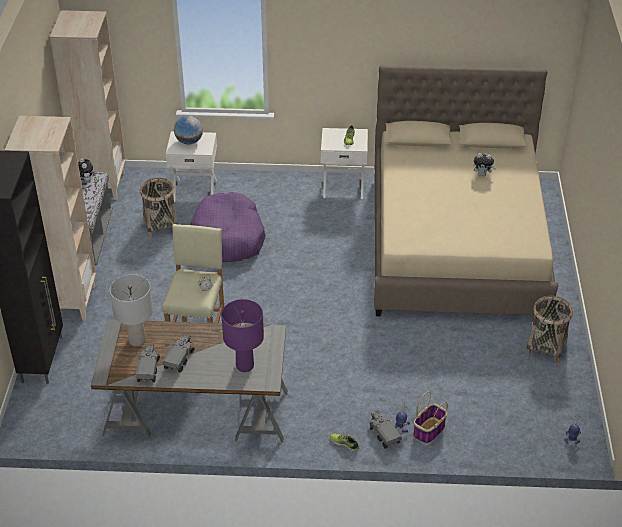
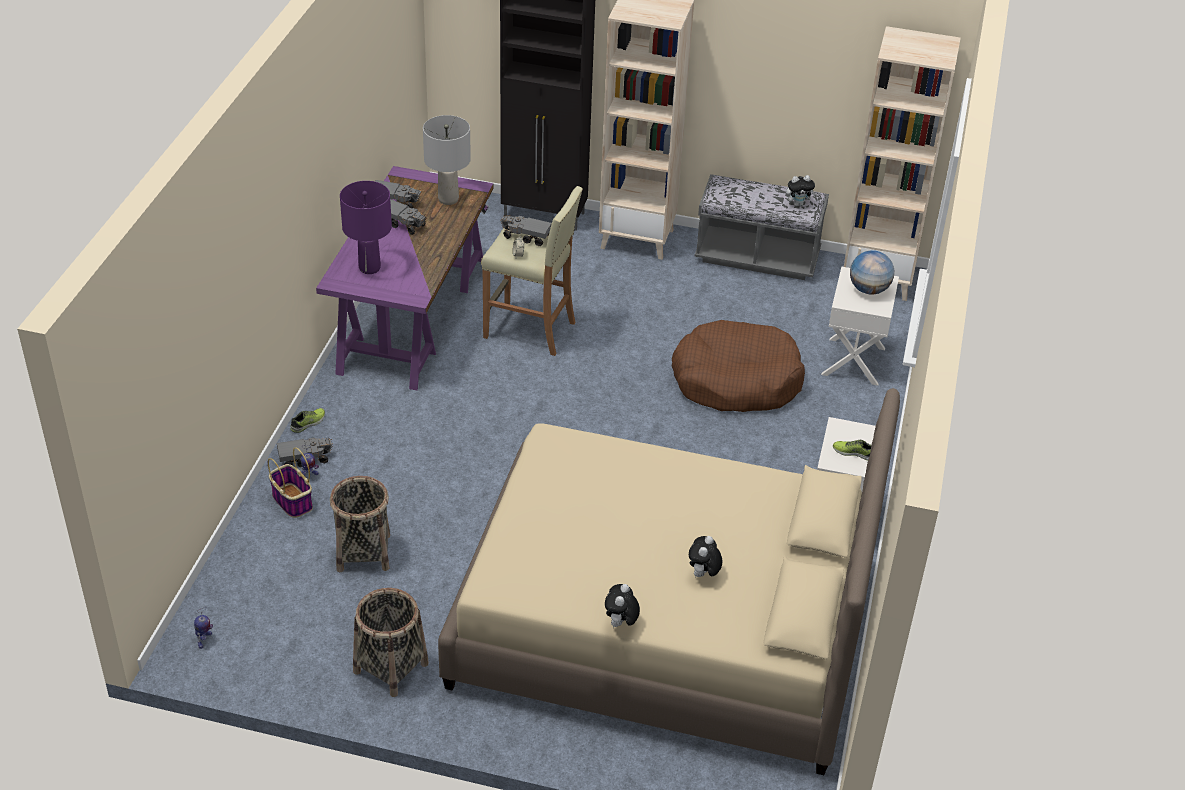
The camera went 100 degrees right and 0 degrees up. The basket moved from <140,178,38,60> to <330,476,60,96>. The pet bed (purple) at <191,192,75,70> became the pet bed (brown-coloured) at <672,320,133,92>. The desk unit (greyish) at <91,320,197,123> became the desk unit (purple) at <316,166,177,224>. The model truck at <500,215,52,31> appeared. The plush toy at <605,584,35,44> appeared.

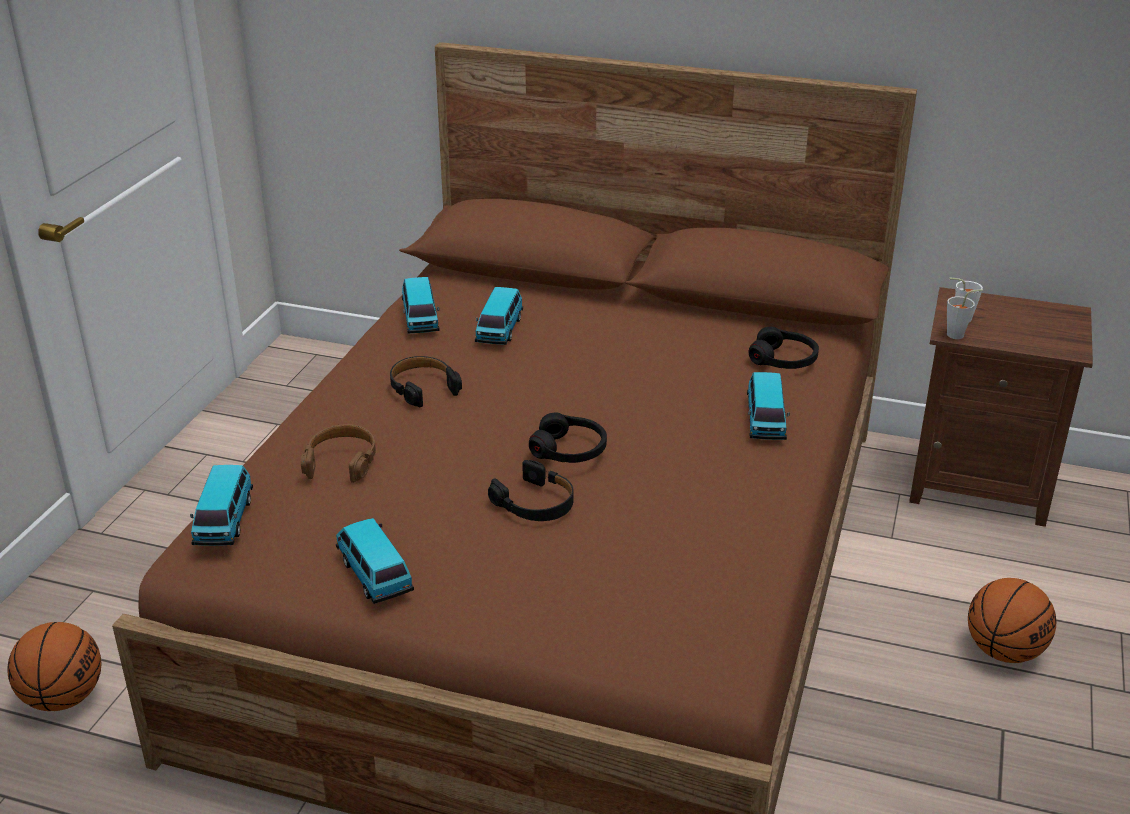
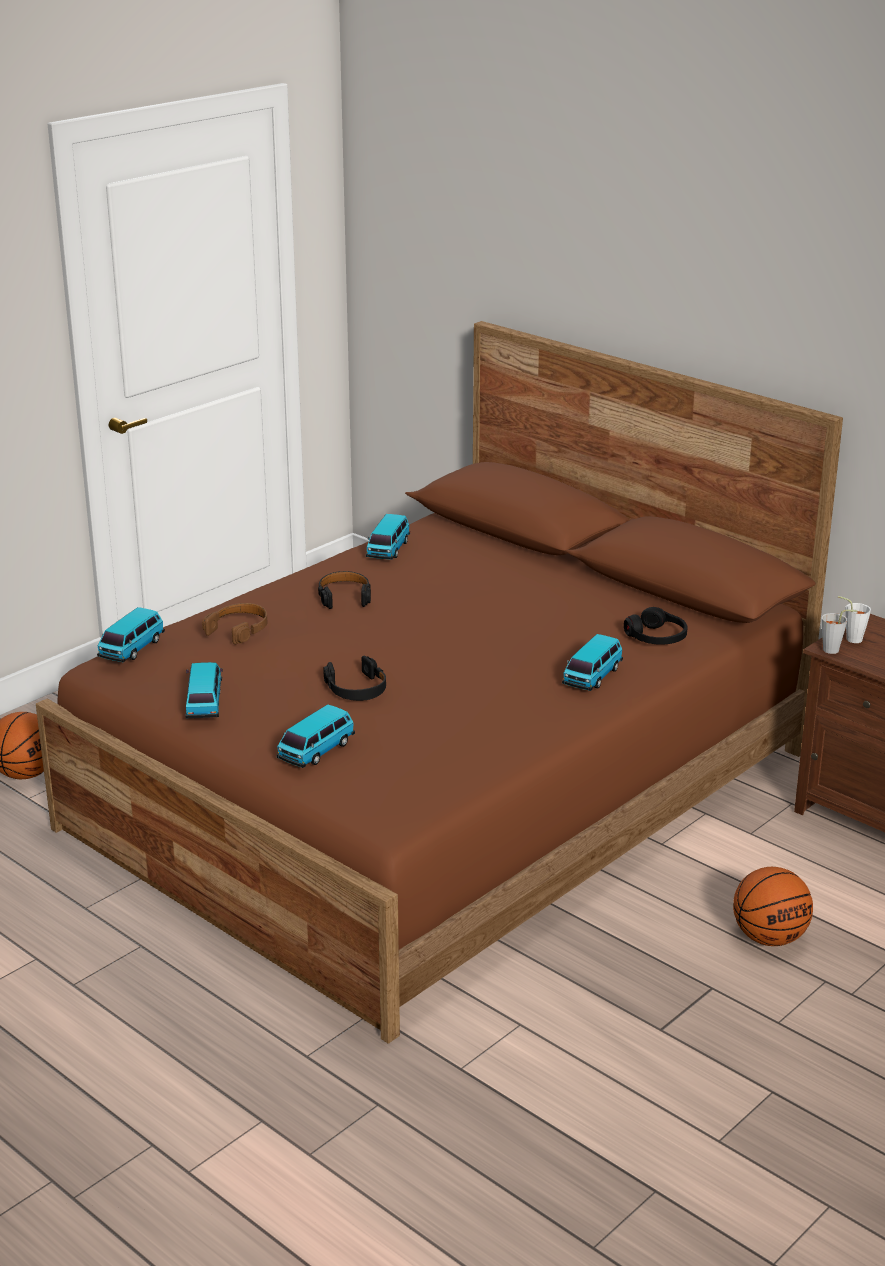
The camera went 25 degrees right and 5 degrees down. The miniature car moved from <475,287,48,58> to <276,704,79,64>. The headphones (black) at <529,413,78,50> disappeared.

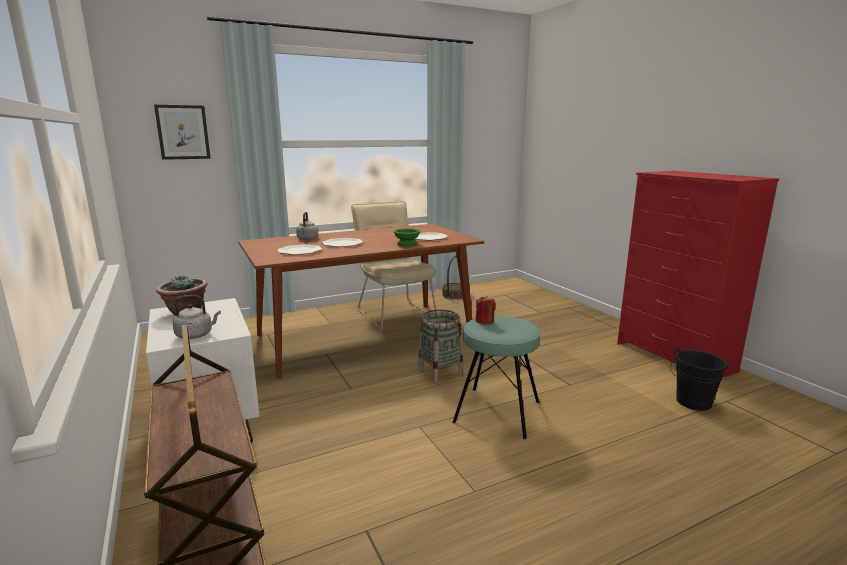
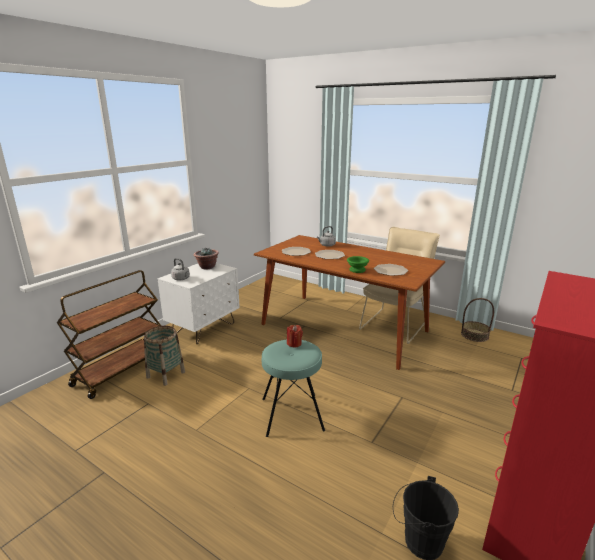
The camera went 60 degrees right and 5 degrees up. The picture at <154,105,57,55> disappeared. The basket moved from <418,310,46,73> to <144,326,41,60>.

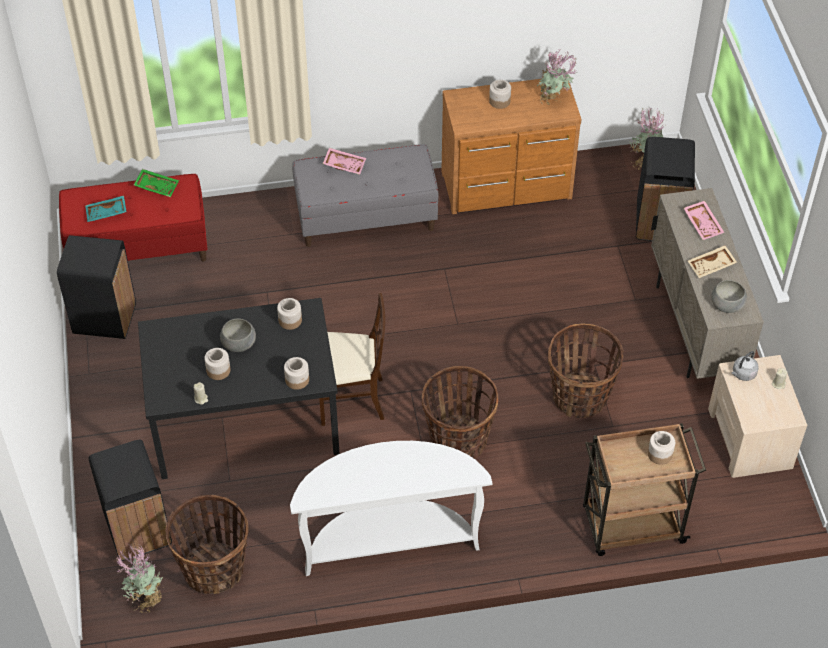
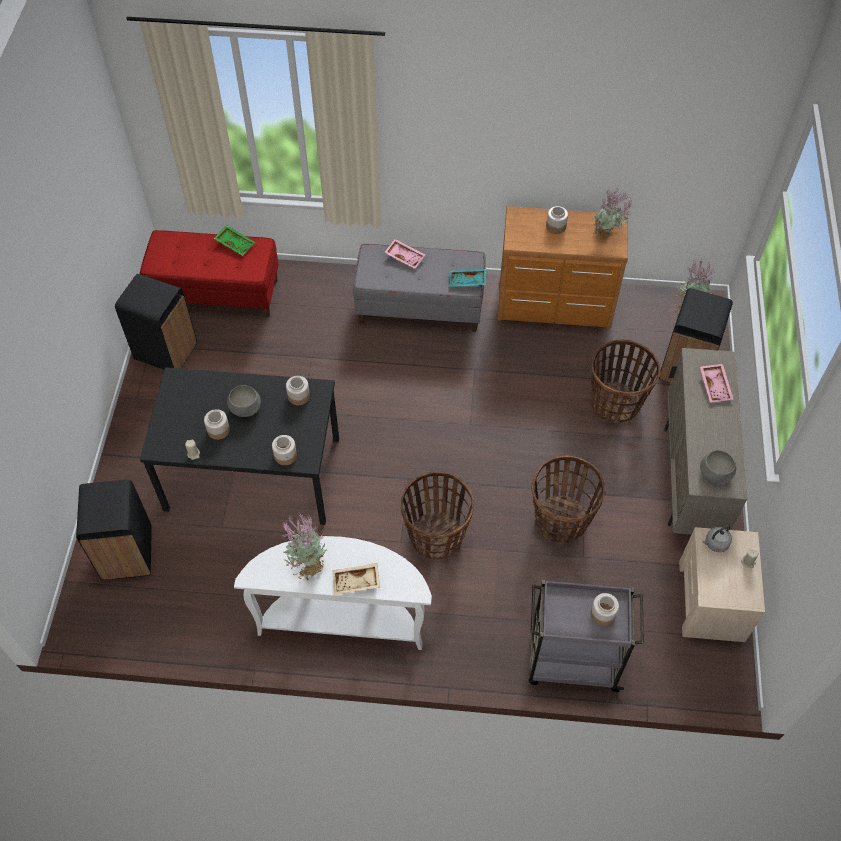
The camera went 15 degrees right and 5 degrees up. The serving tray (turquoise) moved from <85,195,42,27> to <449,269,37,18>. The serving tray (sand-coloured) moved from <688,245,49,33> to <333,563,47,32>. The chair (sand-coloured) at <319,293,66,133> disappeared. The trolley (brown-coloured) at <583,423,123,133> became the trolley (greyish) at <529,580,115,112>. The basket moved from <165,495,83,99> to <591,339,70,84>. The plant in a pot moved from <116,544,47,69> to <282,511,46,70>.

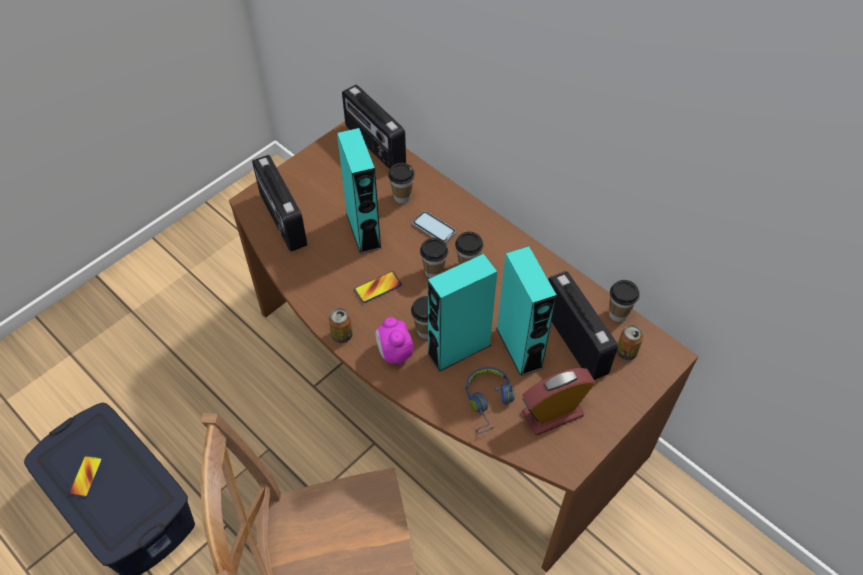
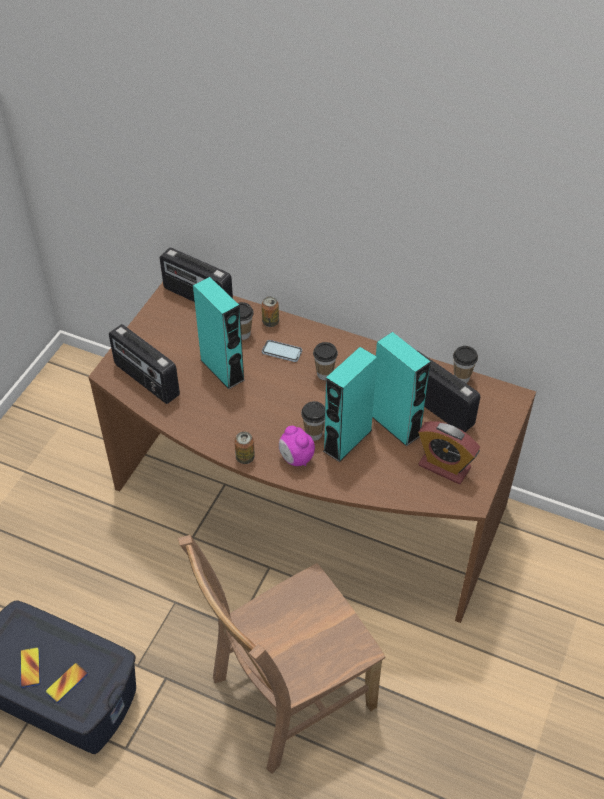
The camera went 20 degrees left and 5 degrees down. The small cup at <420,238,28,41> disappeared. The telephone moved from <354,271,48,32> to <45,662,43,41>. The metal can moved from <617,325,26,35> to <261,296,18,31>. The headphones (blue) at <466,367,49,67> disappeared. The bedside clock at <522,368,73,67> turned 105 degrees counterclockwise.

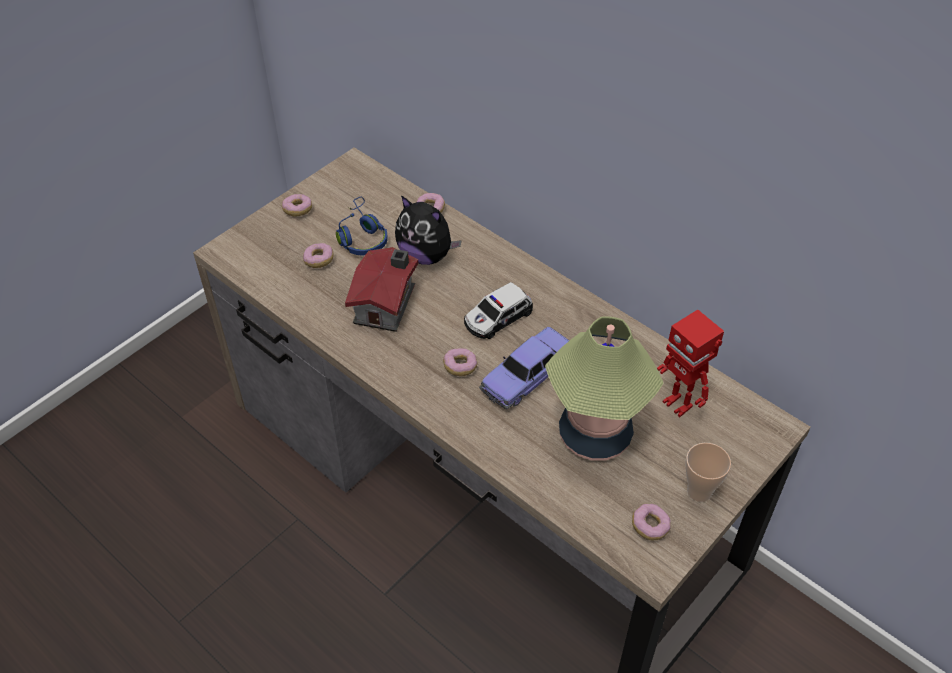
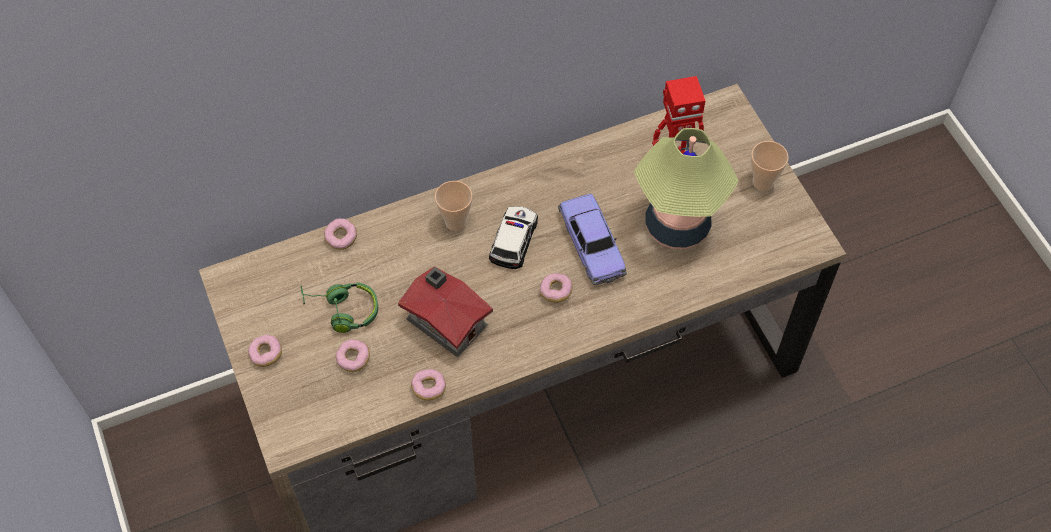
The camera went 65 degrees left and 10 degrees up. The plush toy at <395,196,67,69> disappeared. The headphones (blue) at <336,197,52,58> became the headphones (green) at <300,282,78,51>. The miniature car at <464,282,69,57> turned 150 degrees counterclockwise. The doughnut moved from <632,504,39,36> to <411,369,35,32>. The small cup at <435,181,37,50> appeared.

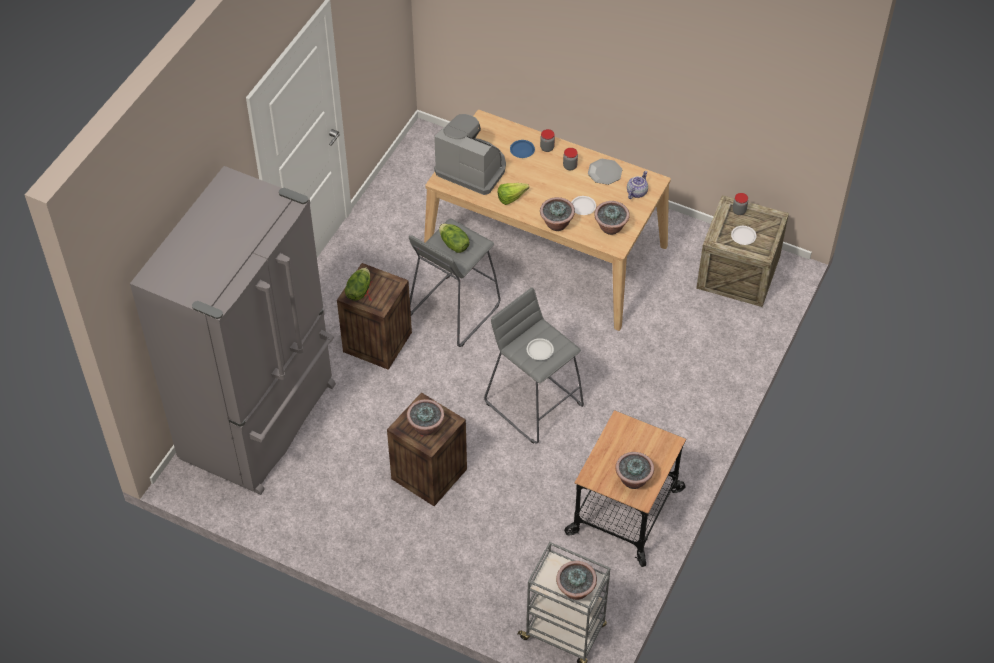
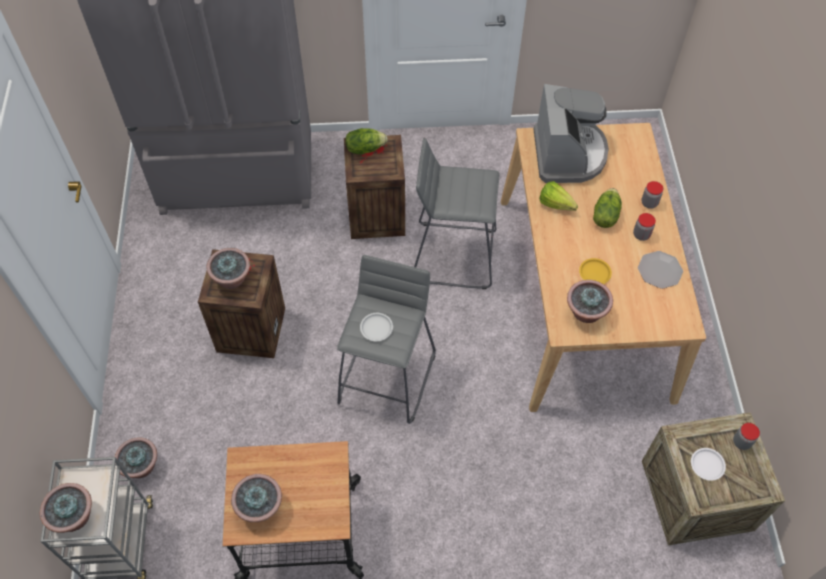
The camera went 60 degrees right and 5 degrees up. The plate (blue) at <510,140,25,18> disappeared. The tea pot at <627,171,21,28> disappeared. The plate (whitish) at <571,196,25,19> became the plate (yellow-coloured) at <579,258,33,26>. The plant in a pot moved from <540,197,35,34> to <114,437,43,41>. The lettuce moved from <439,224,31,29> to <593,188,29,40>.

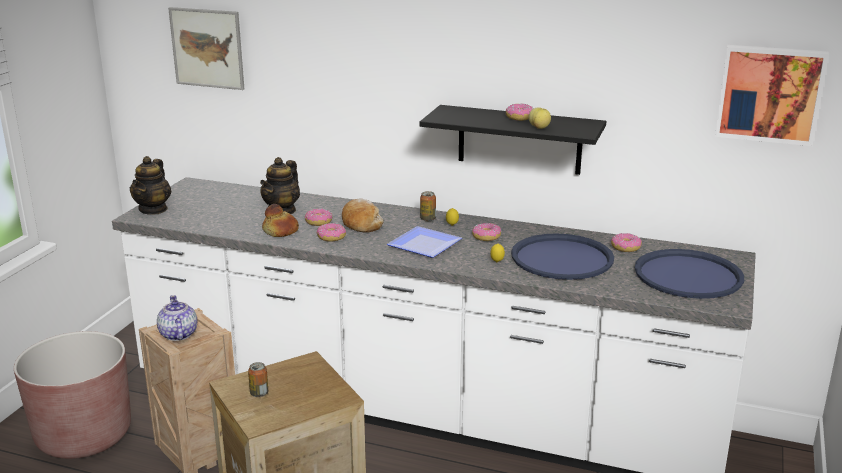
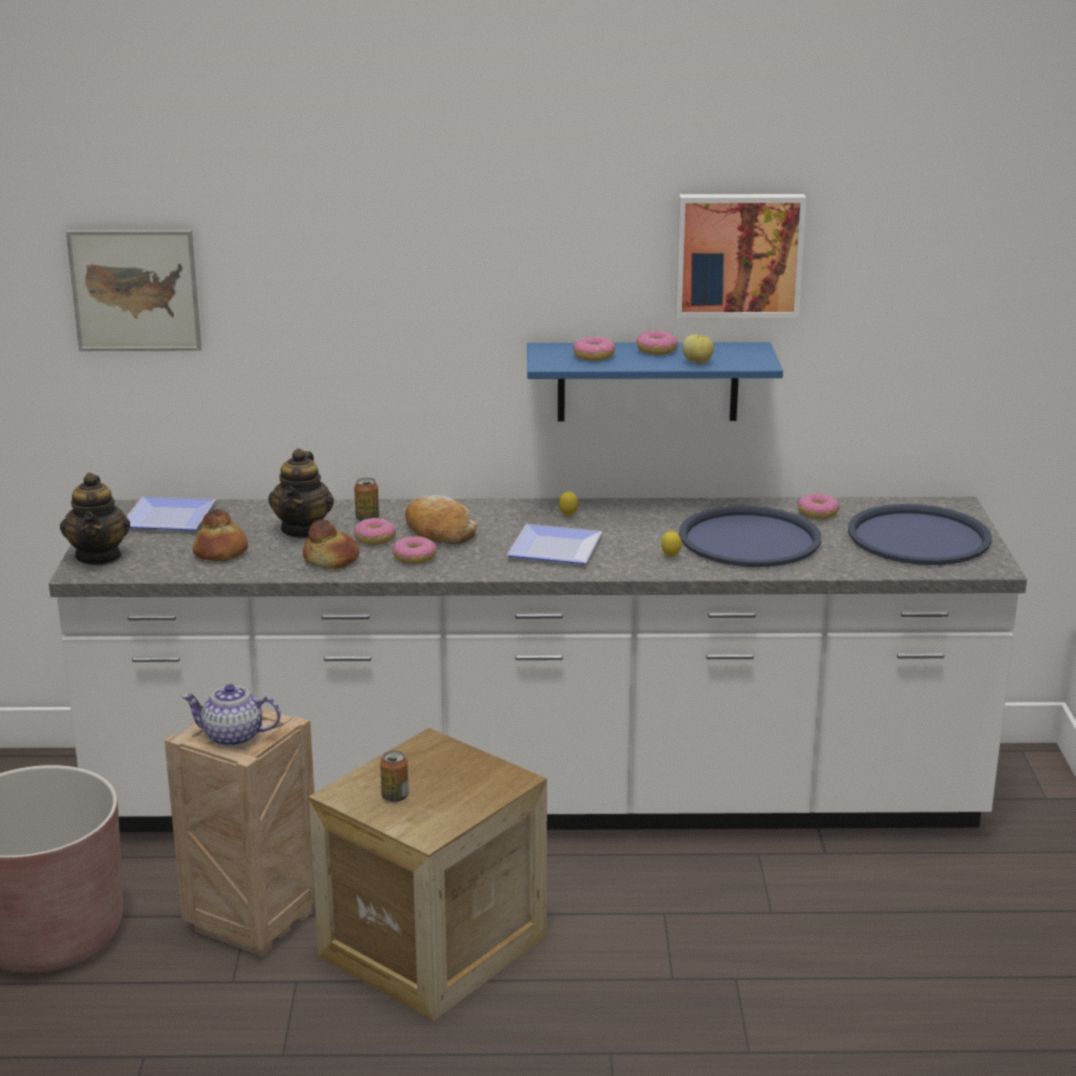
The camera went 20 degrees left and 0 degrees up. The picture moved from <715,45,114,101> to <675,194,131,124>. The shelf (black) at <420,105,187,70> became the shelf (blue) at <527,342,256,80>. The metal can moved from <420,191,16,30> to <354,478,25,43>. The doughnut moved from <472,223,29,18> to <573,336,42,25>. The tea pot at <157,295,40,46> turned 45 degrees counterclockwise. The plate at <127,496,88,34> appeared. The bakery bread at <193,509,55,52> appeared.

